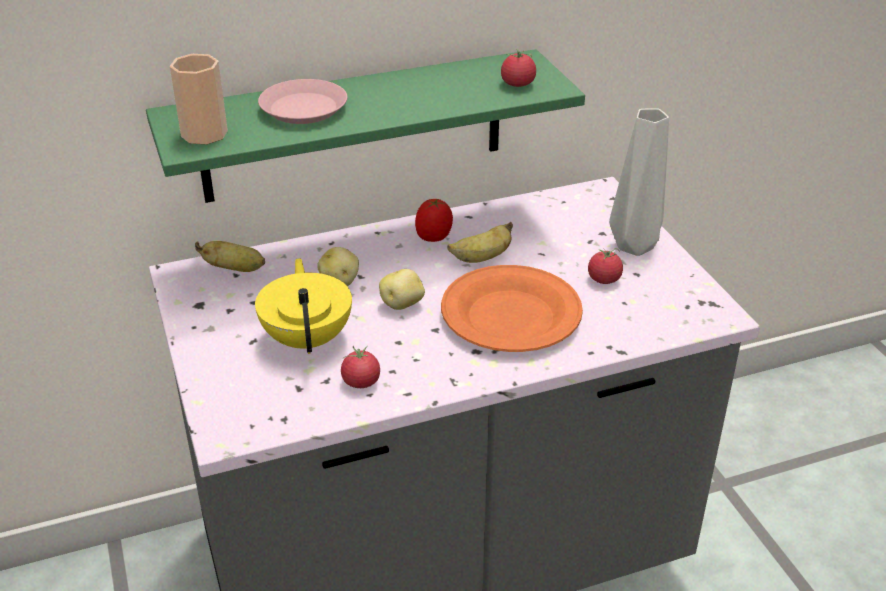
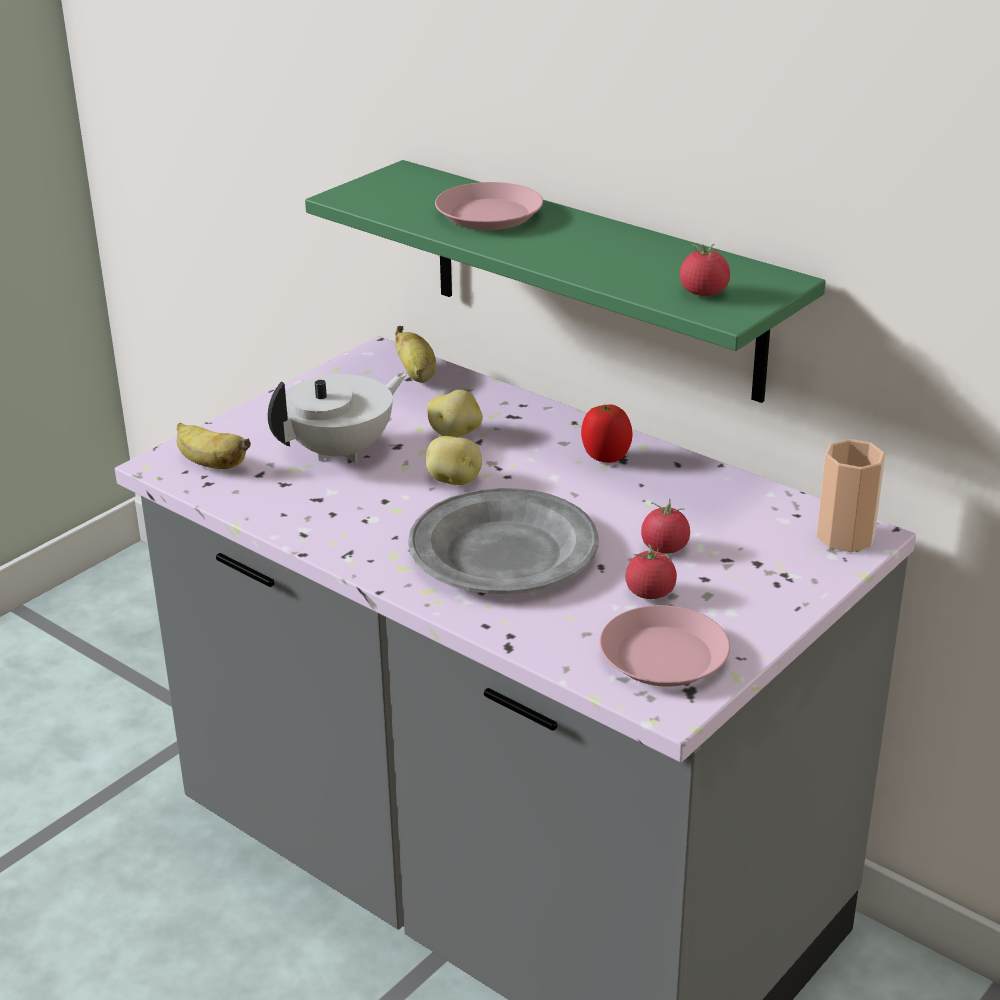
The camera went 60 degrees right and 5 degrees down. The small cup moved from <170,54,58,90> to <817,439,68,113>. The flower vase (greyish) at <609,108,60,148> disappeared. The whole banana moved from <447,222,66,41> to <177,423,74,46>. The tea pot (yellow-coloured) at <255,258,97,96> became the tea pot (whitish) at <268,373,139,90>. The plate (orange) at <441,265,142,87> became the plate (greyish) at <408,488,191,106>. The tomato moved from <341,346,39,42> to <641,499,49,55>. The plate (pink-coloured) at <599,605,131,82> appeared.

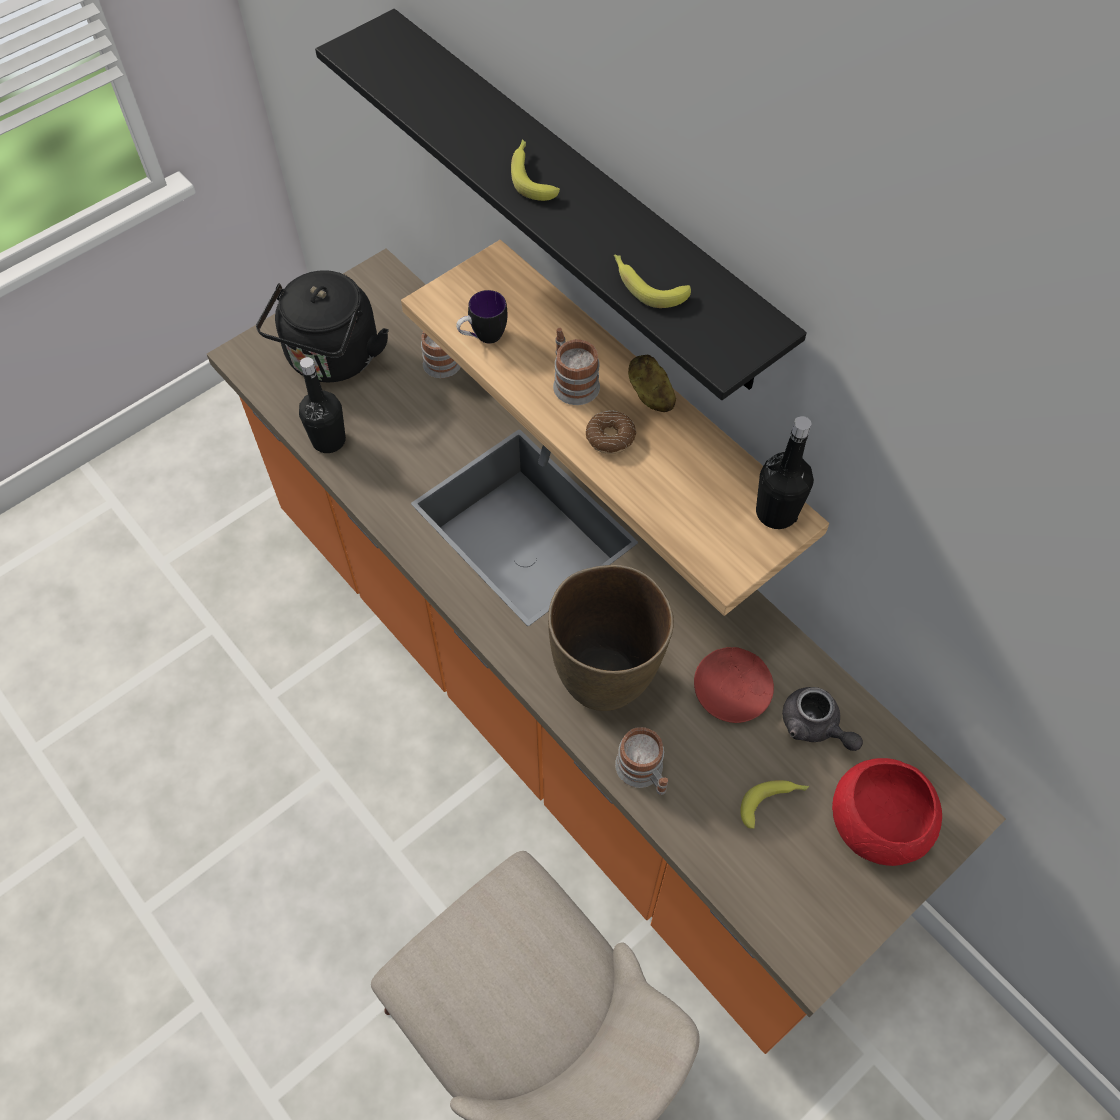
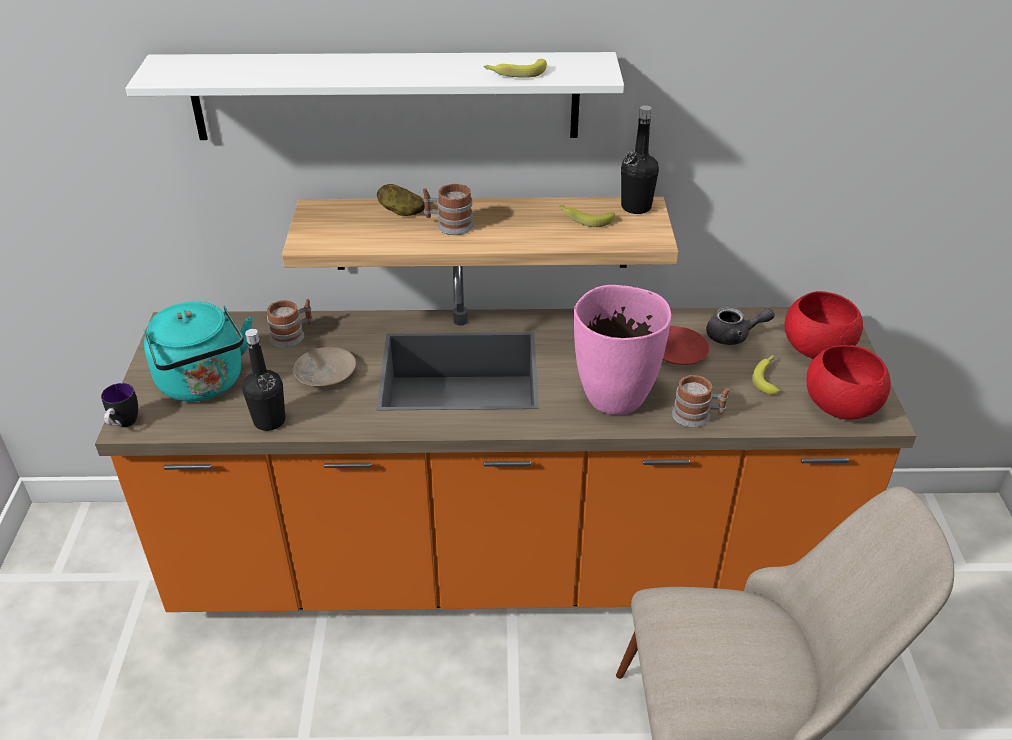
The camera went 50 degrees left and 20 degrees down. The shelf (black) at <315,9,492,391> became the shelf (whitish) at <125,52,499,88>. The whole banana moved from <511,139,49,62> to <559,205,56,22>. The water kettle (black) at <256,271,133,111> became the water kettle (turquoise) at <144,301,109,101>. The coffee mug moved from <456,290,51,54> to <101,383,37,44>. The spud moved from <628,355,48,57> to <377,184,48,32>. The doughnut at <586,410,50,44> disappeared. The flower vase (brown-coloured) at <548,565,126,146> became the flower vase (pink-coloured) at <574,285,97,130>. The deep dish (red) at <806,345,85,75> appeared. The plate (sand-coloured) at <293,347,63,40> appeared.

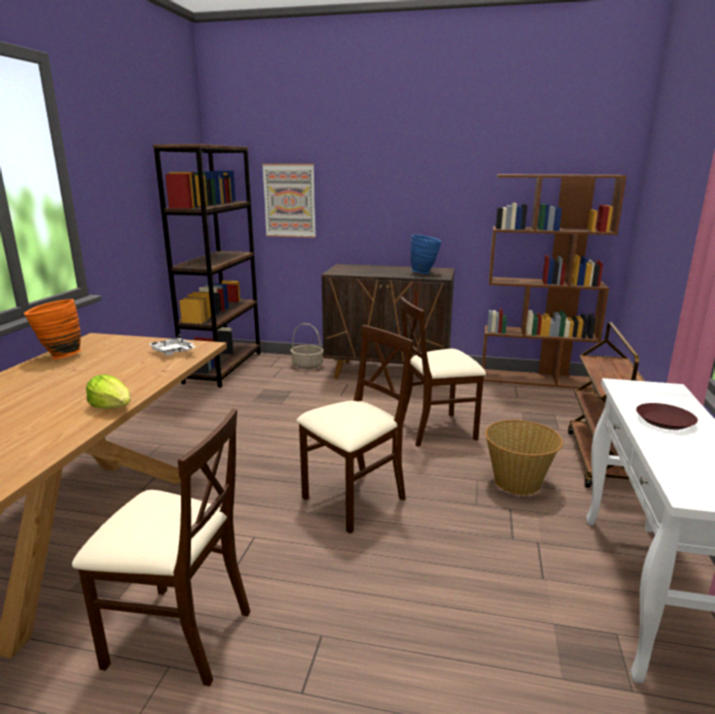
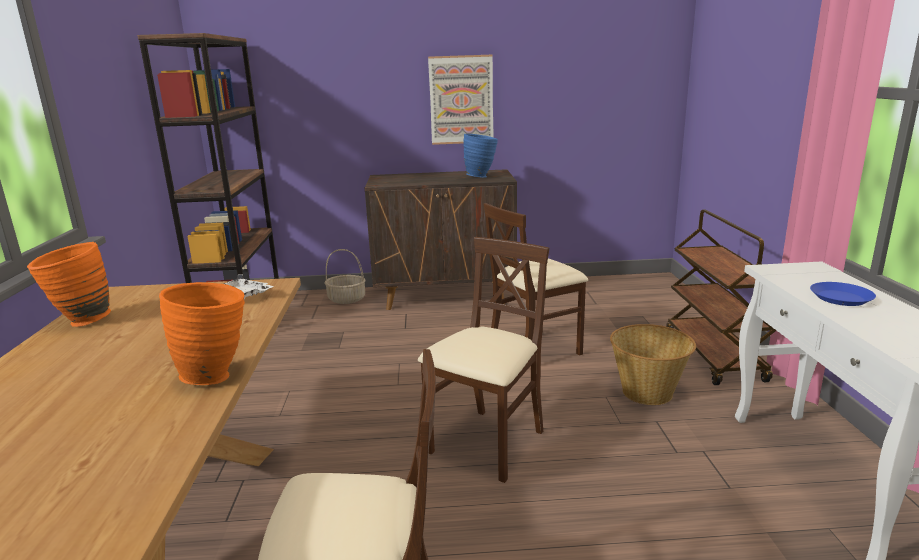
The camera went 15 degrees left and 0 degrees up. The picture moved from <262,164,54,74> to <428,55,66,90>. The bookshelf (brown-coloured) at <482,174,145,216> disappeared. The lettuce at <86,374,44,35> was replaced by the flower vase (orange) at <159,282,86,103>. The plate (brown-coloured) at <636,403,62,27> became the plate (blue) at <810,282,66,24>.

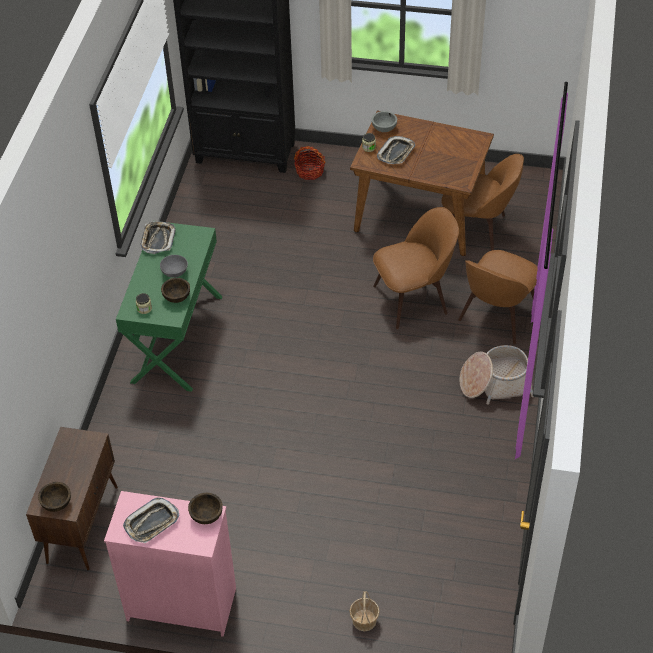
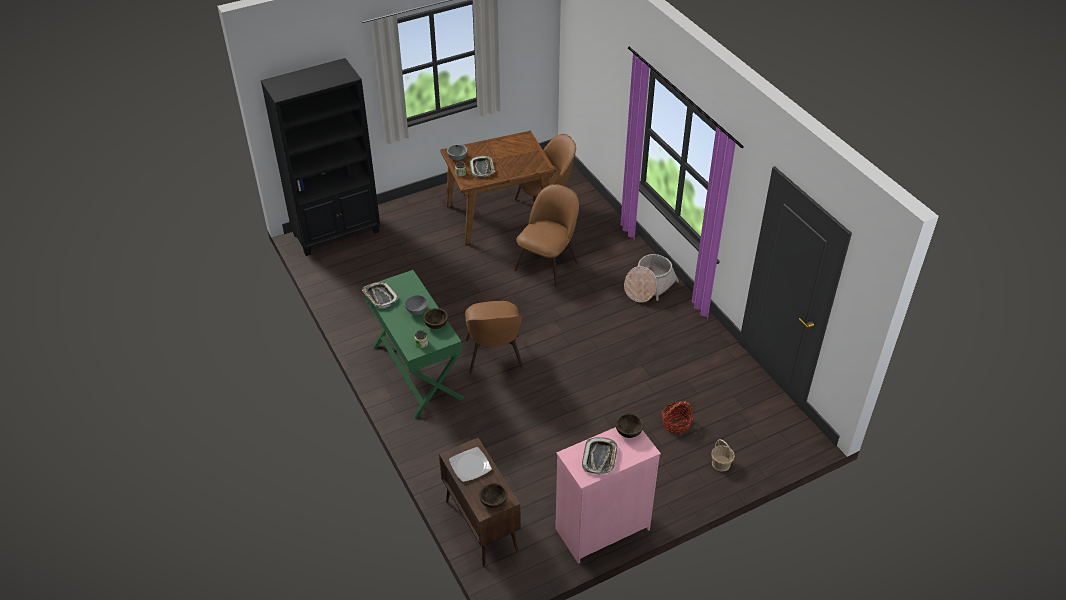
The camera went 40 degrees left and 5 degrees down. The basket moved from <294,146,32,34> to <662,401,32,33>. The chair (brown-coloured) moved from <458,250,80,95> to <465,301,59,73>. The plate at <449,447,43,35> appeared.

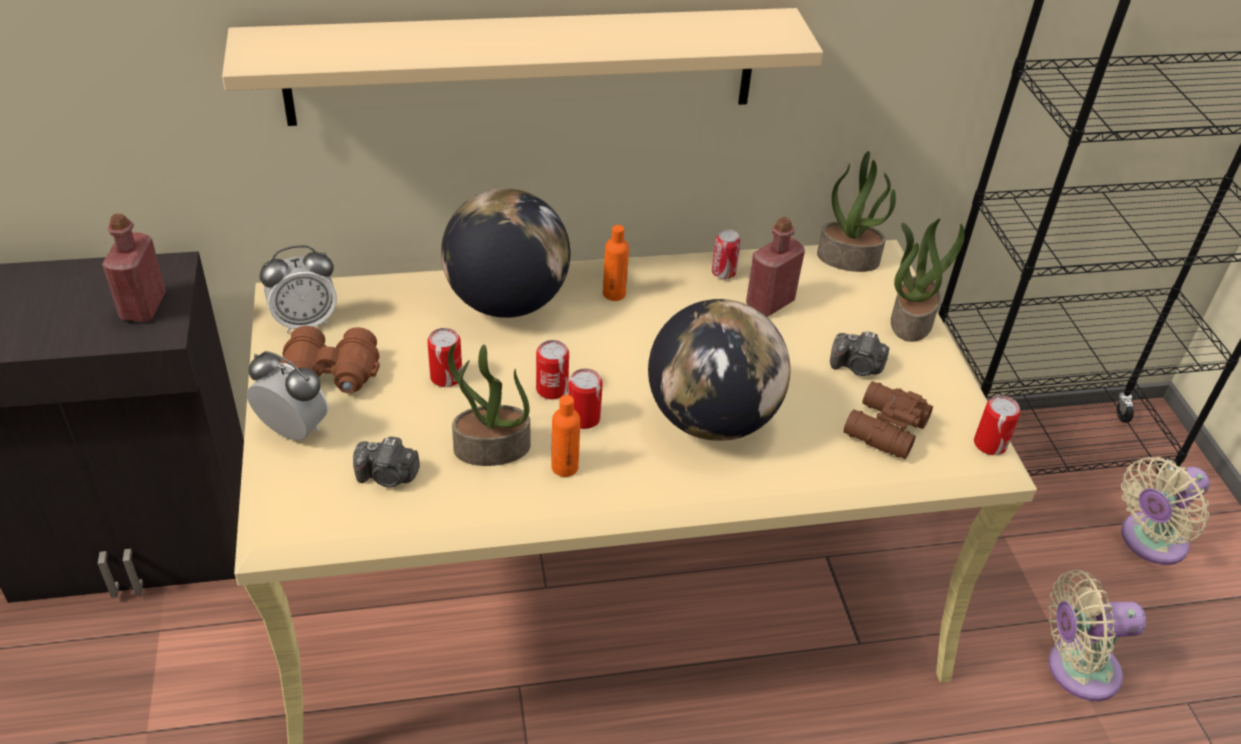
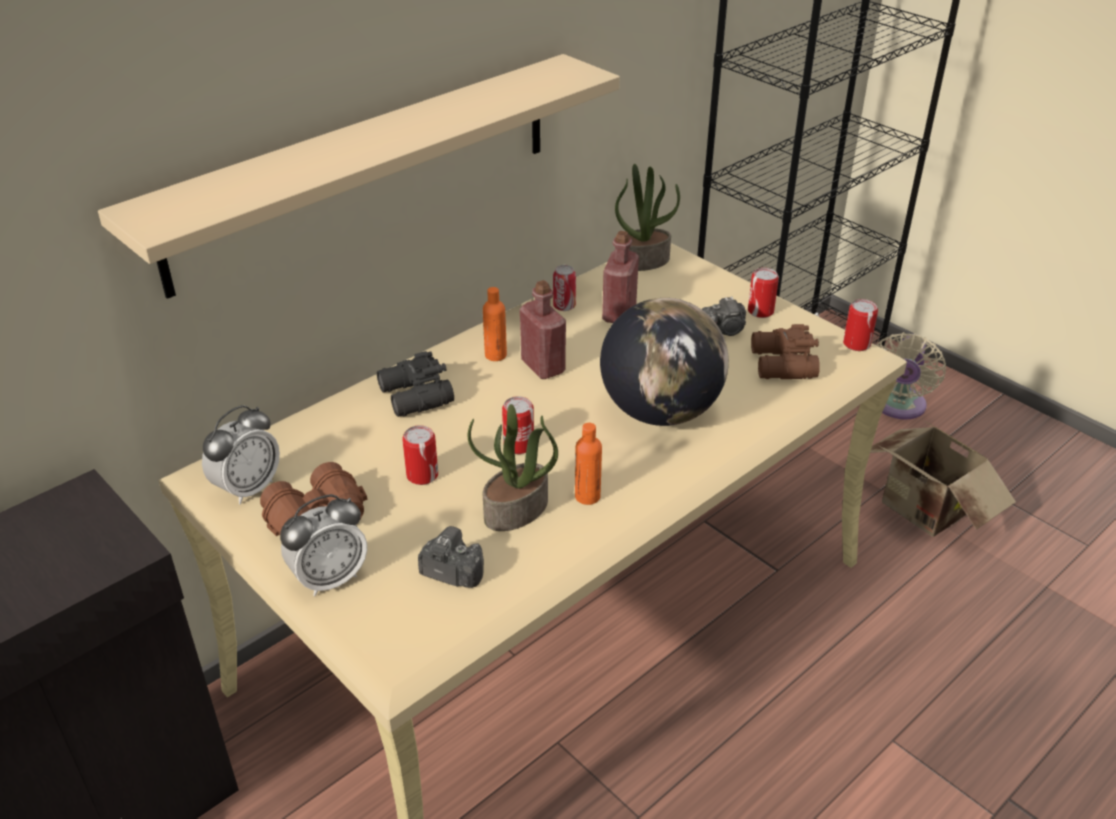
The camera went 30 degrees left and 5 degrees down. The world globe at <441,188,129,130> was replaced by the field glasses (black) at <377,351,77,66>. The drink bottle (red) moved from <102,214,64,108> to <520,280,46,99>. The plant in a pot at <891,218,74,124> disappeared. The bedside clock at <247,351,82,89> turned 150 degrees clockwise. The metal can moved from <568,368,35,61> to <748,268,31,50>. The photo camera at <353,436,67,52> turned 135 degrees counterclockwise. The fan (sand-coloured) at <1048,570,98,131> was replaced by the cardboard box at <870,419,146,118>.

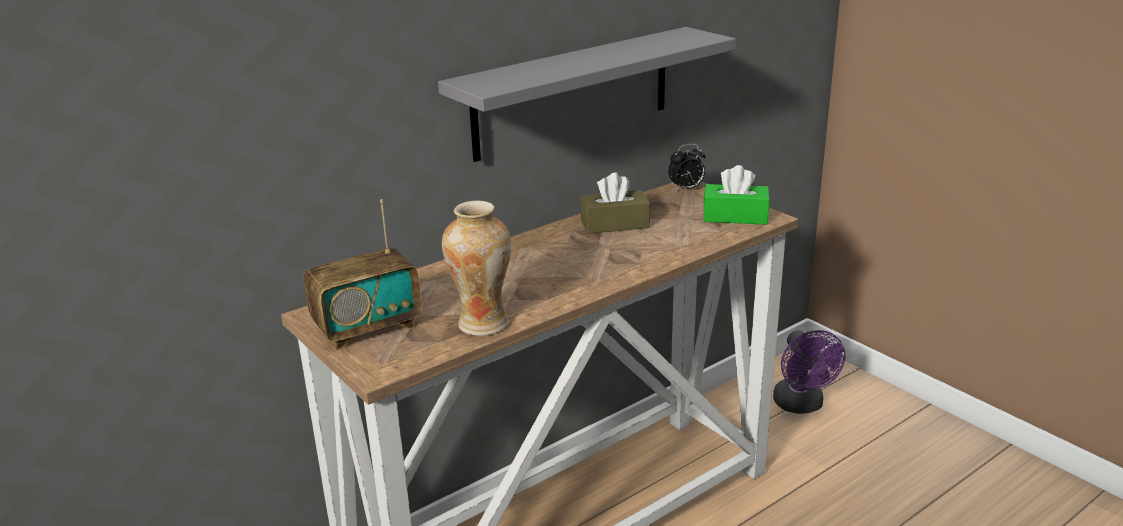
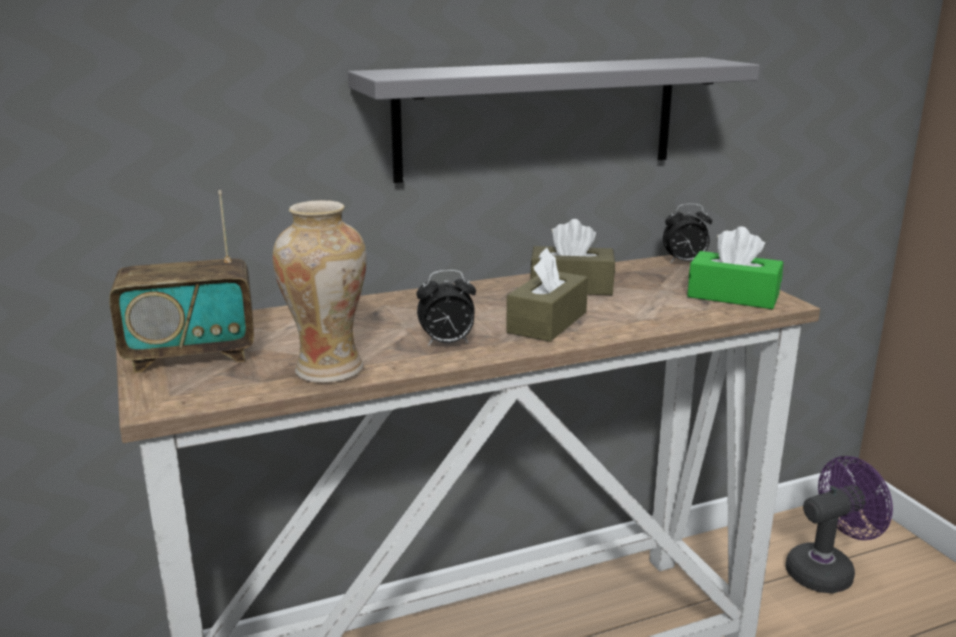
The camera went 15 degrees right and 5 degrees down. The fan (purple) at <773,330,73,84> turned 120 degrees counterclockwise. The box of tissues (brown-coloured) at <506,248,82,94> appeared. The bedside clock at <417,270,59,76> appeared.

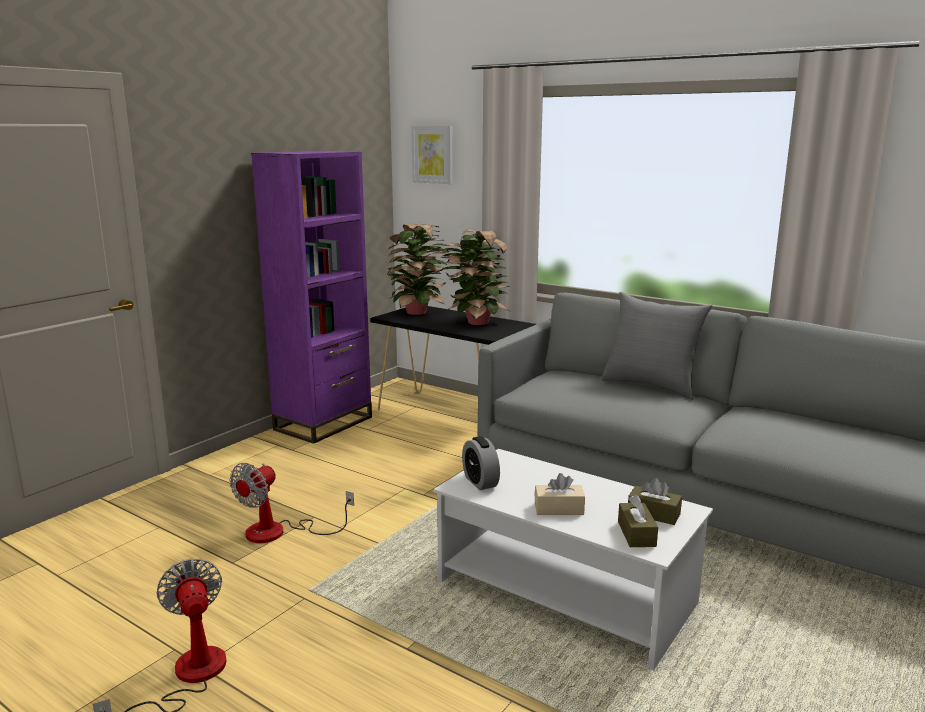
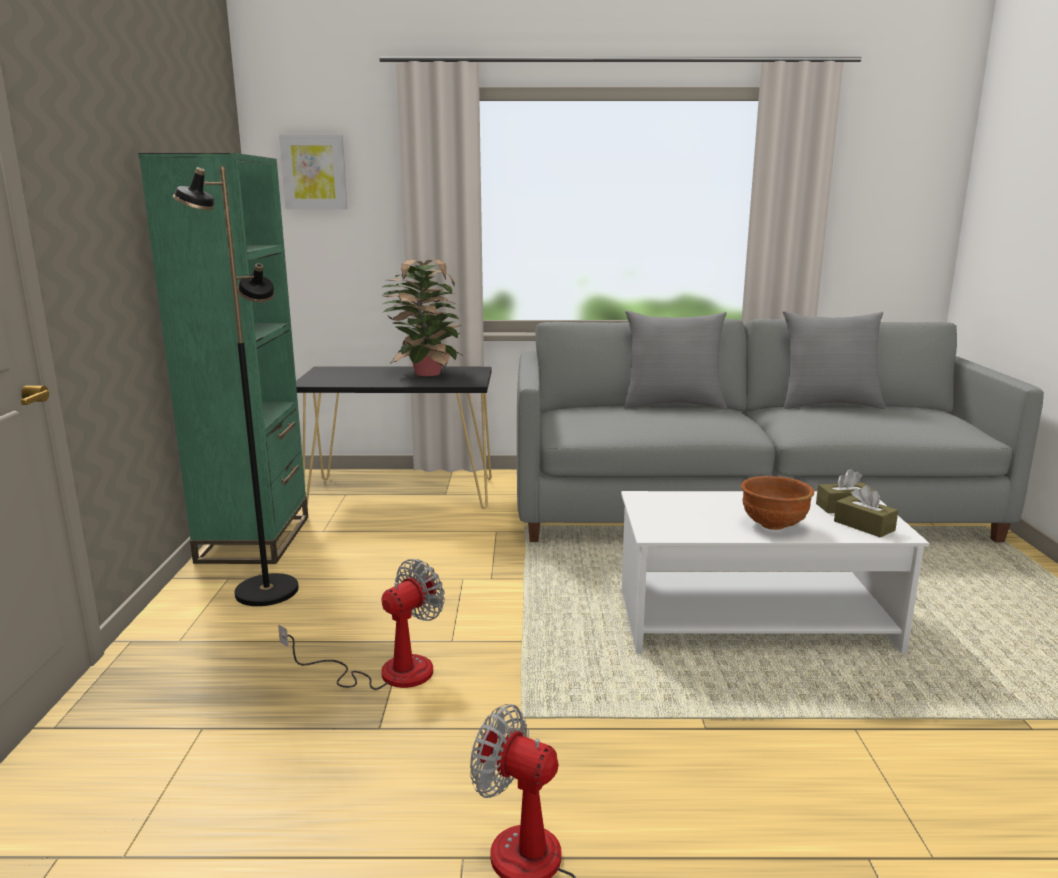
The camera went 35 degrees left and 0 degrees up. The bookshelf (purple) at <251,151,121,293> became the bookshelf (green) at <138,153,170,411>. The plant in a pot at <387,223,63,92> disappeared. The bedside clock at <462,436,38,54> disappeared. The fan at <229,463,125,80> turned 135 degrees counterclockwise. The box of tissues (sand-coloured) at <534,473,51,42> was replaced by the deep dish (brown-coloured) at <741,476,73,54>. The standing lamp (black) at <173,167,126,439> appeared. The pillow (greyish) at <783,311,103,98> appeared.

